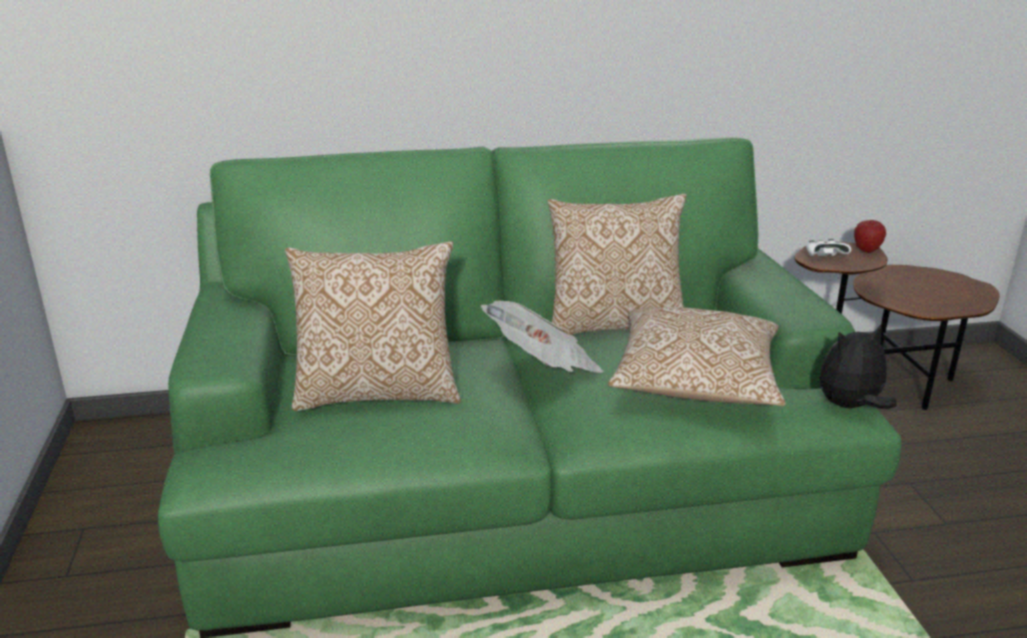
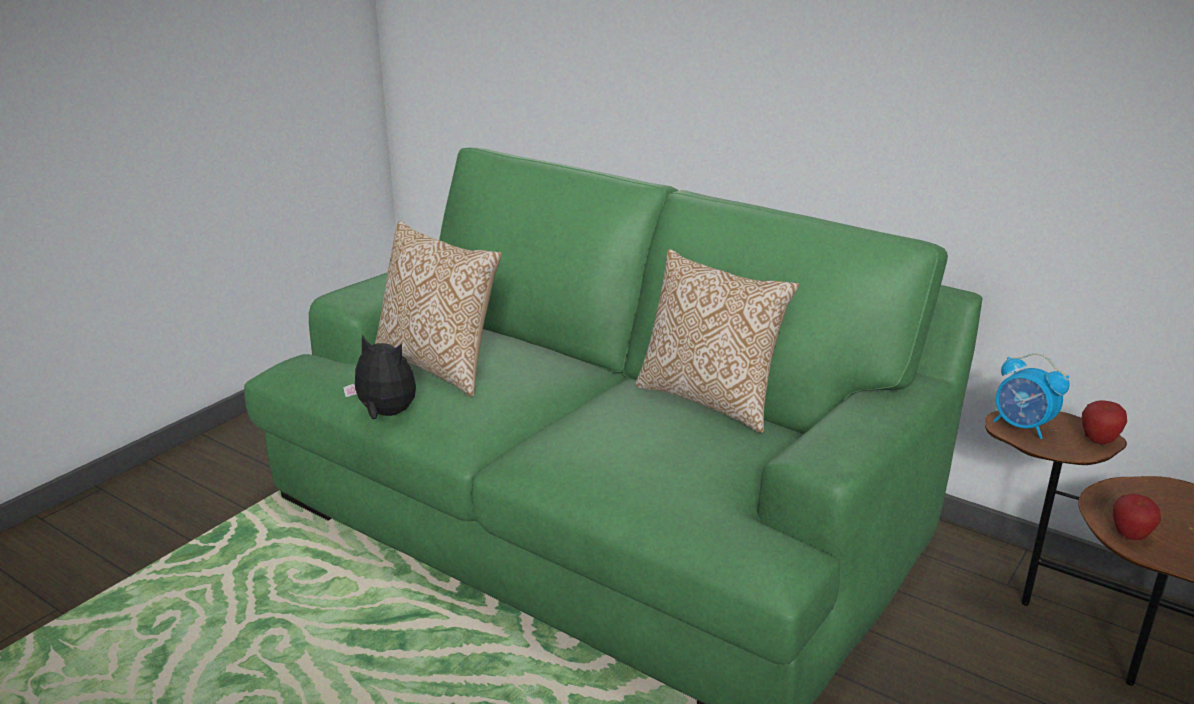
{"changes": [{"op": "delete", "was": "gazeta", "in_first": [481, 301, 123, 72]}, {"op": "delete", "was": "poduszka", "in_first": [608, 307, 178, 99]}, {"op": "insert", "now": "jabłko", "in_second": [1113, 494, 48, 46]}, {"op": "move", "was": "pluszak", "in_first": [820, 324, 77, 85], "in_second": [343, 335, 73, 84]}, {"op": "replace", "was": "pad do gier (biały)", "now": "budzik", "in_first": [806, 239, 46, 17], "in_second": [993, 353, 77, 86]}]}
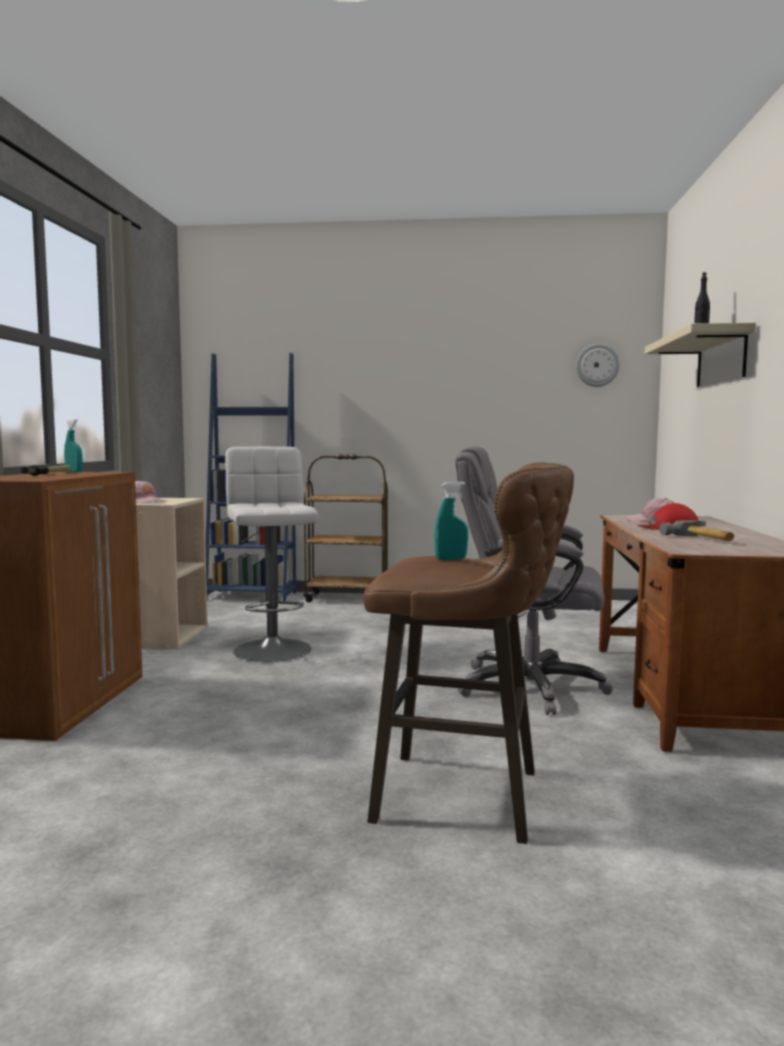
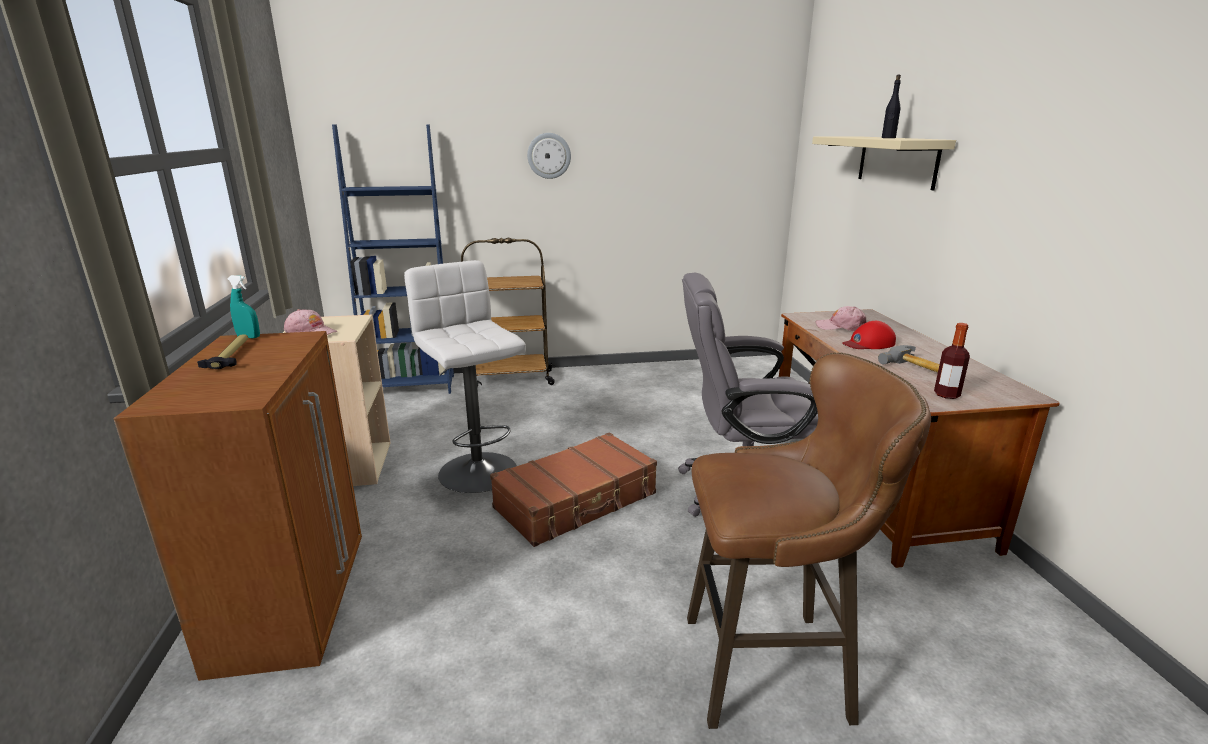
{"changes": [{"op": "delete", "was": "spryskiwacz (turkusowy)", "in_first": [434, 482, 34, 78]}, {"op": "insert", "now": "walizka (brązowy)", "in_second": [490, 432, 167, 115]}, {"op": "insert", "now": "butelka", "in_second": [934, 323, 36, 76]}, {"op": "move", "was": "zegar ścienny", "in_first": [576, 343, 44, 44], "in_second": [527, 133, 44, 46]}]}
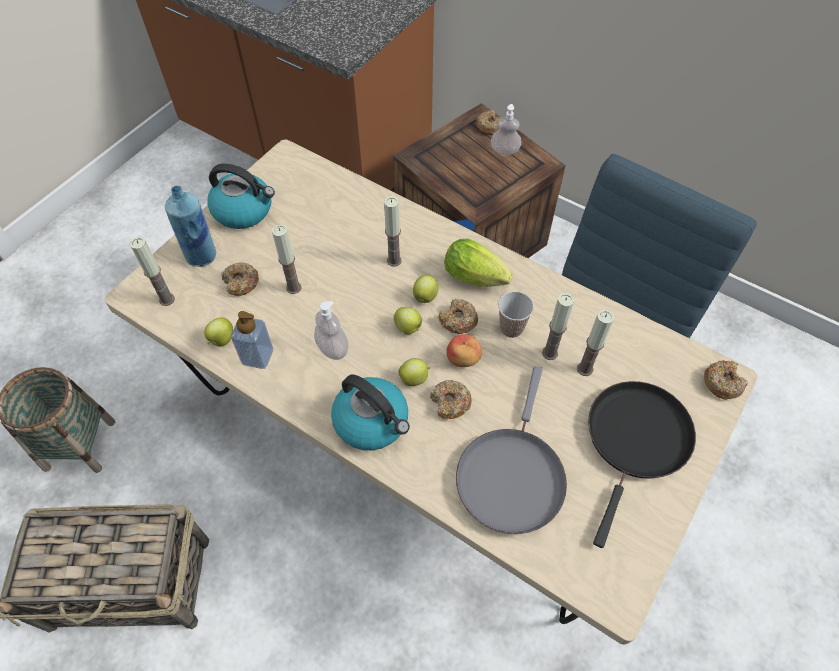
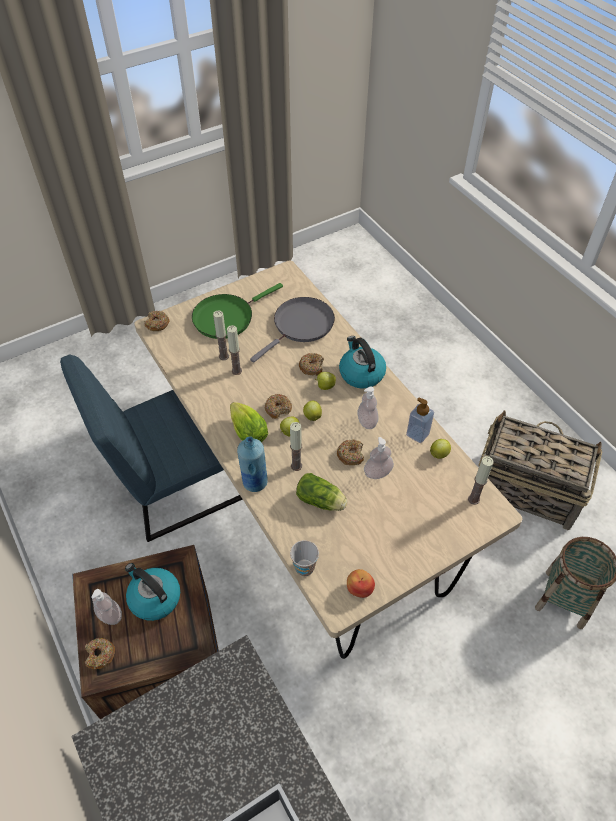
{"changes": [{"op": "insert", "now": "sałata", "in_second": [296, 473, 51, 38]}, {"op": "move", "was": "butelka (niebieski)", "in_first": [165, 186, 51, 81], "in_second": [237, 436, 31, 56]}, {"op": "move", "was": "czajnik", "in_first": [207, 164, 68, 65], "in_second": [125, 563, 55, 58]}, {"op": "move", "was": "donut", "in_first": [221, 262, 38, 34], "in_second": [337, 440, 27, 25]}, {"op": "move", "was": "jabłko", "in_first": [446, 334, 36, 33], "in_second": [347, 569, 28, 29]}, {"op": "move", "was": "filiżanka", "in_first": [498, 291, 36, 47], "in_second": [290, 540, 29, 36]}, {"op": "replace", "was": "świeca", "now": "dozownik mydła", "in_first": [272, 224, 30, 70], "in_second": [364, 437, 30, 42]}, {"op": "recolor", "was": "patelnia (czarny)", "now": "patelnia (zielony)", "in_first": [588, 381, 108, 167], "in_second": [192, 283, 91, 56]}]}
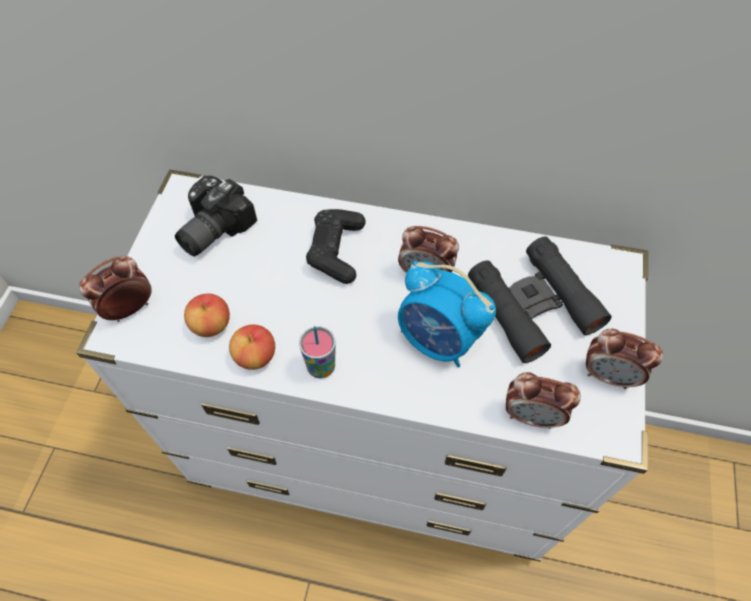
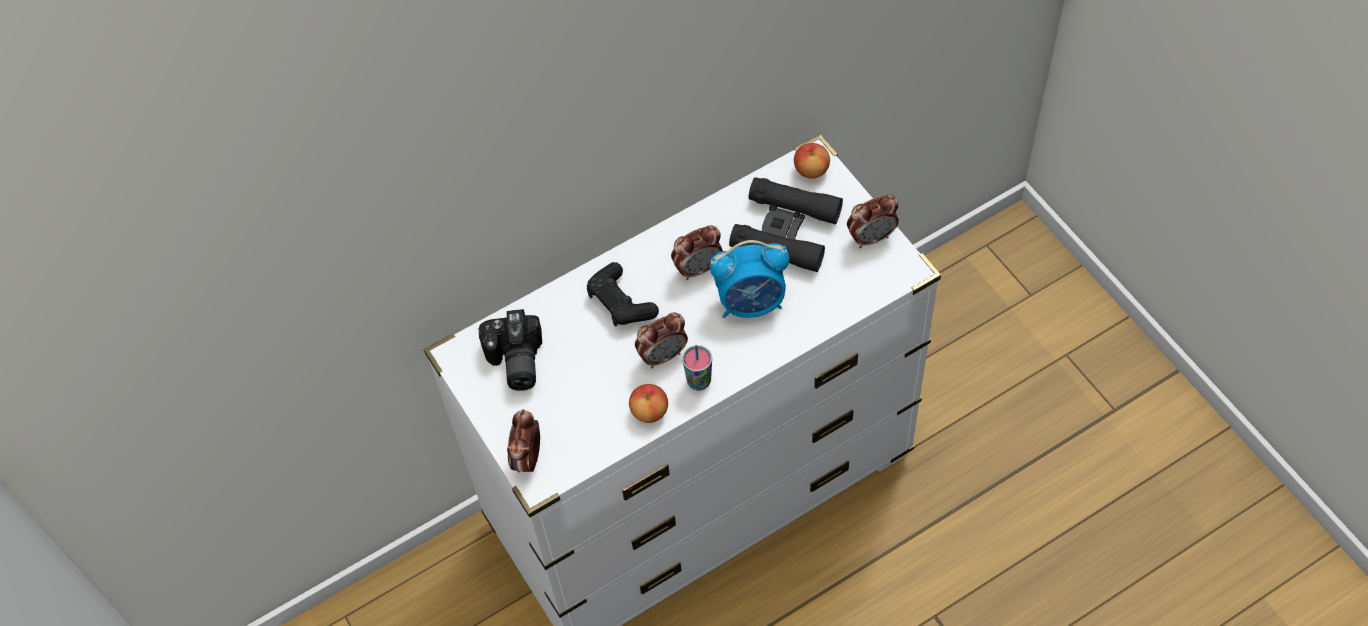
{"changes": [{"op": "move", "was": "jabłko", "in_first": [184, 294, 46, 43], "in_second": [794, 143, 36, 36]}, {"op": "move", "was": "budzik", "in_first": [506, 372, 75, 57], "in_second": [635, 313, 53, 55]}]}
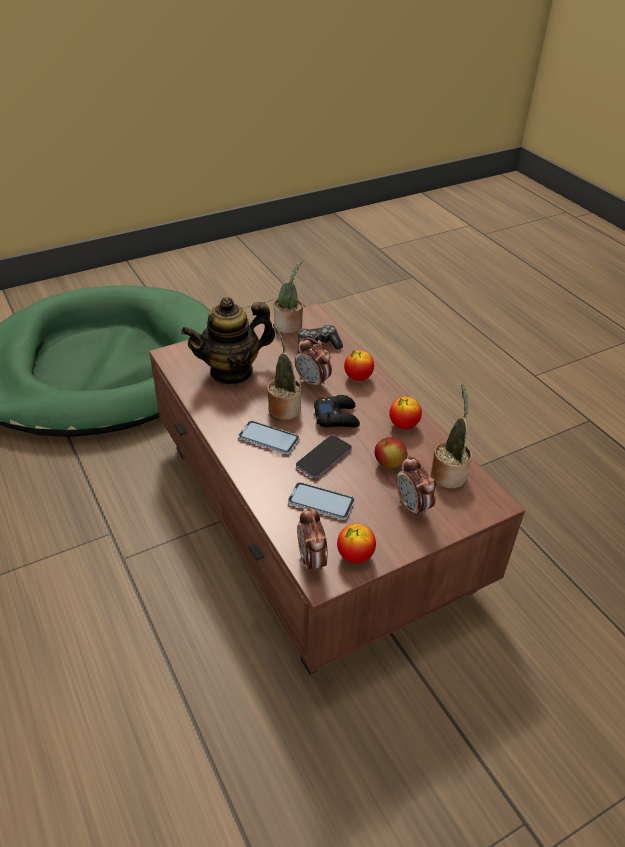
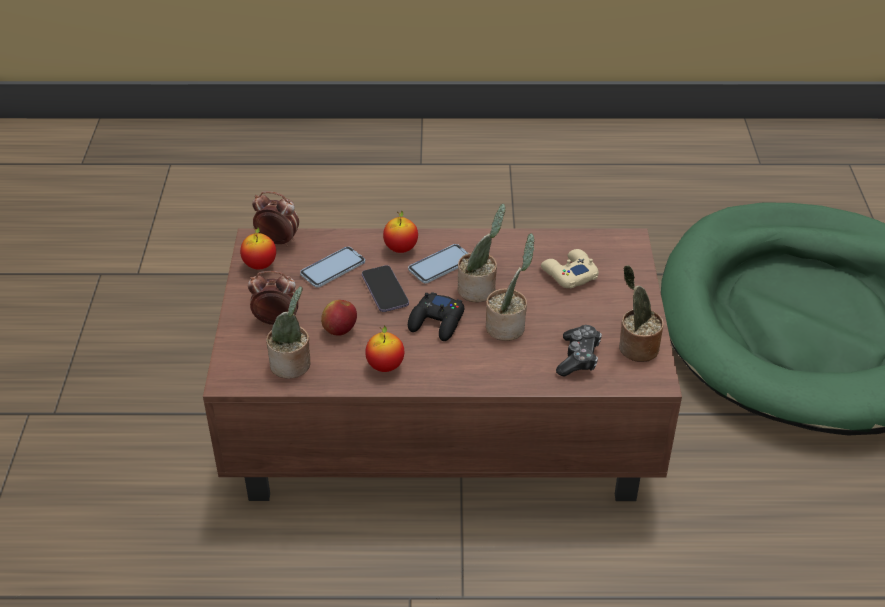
{"changes": [{"op": "move", "was": "jabłko", "in_first": [344, 350, 30, 31], "in_second": [383, 210, 35, 43]}, {"op": "replace", "was": "imbryk", "now": "pad do gier (beżowy)", "in_first": [181, 297, 94, 88], "in_second": [541, 249, 58, 40]}, {"op": "replace", "was": "budzik", "now": "roślina doniczkowa", "in_first": [295, 337, 37, 53], "in_second": [486, 233, 49, 108]}]}
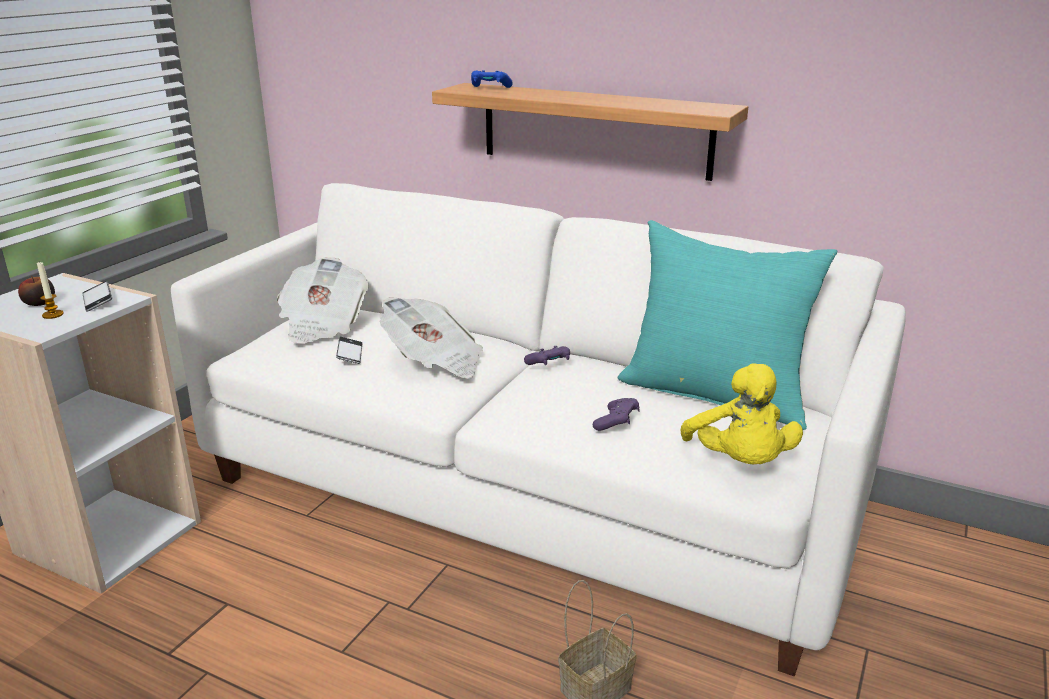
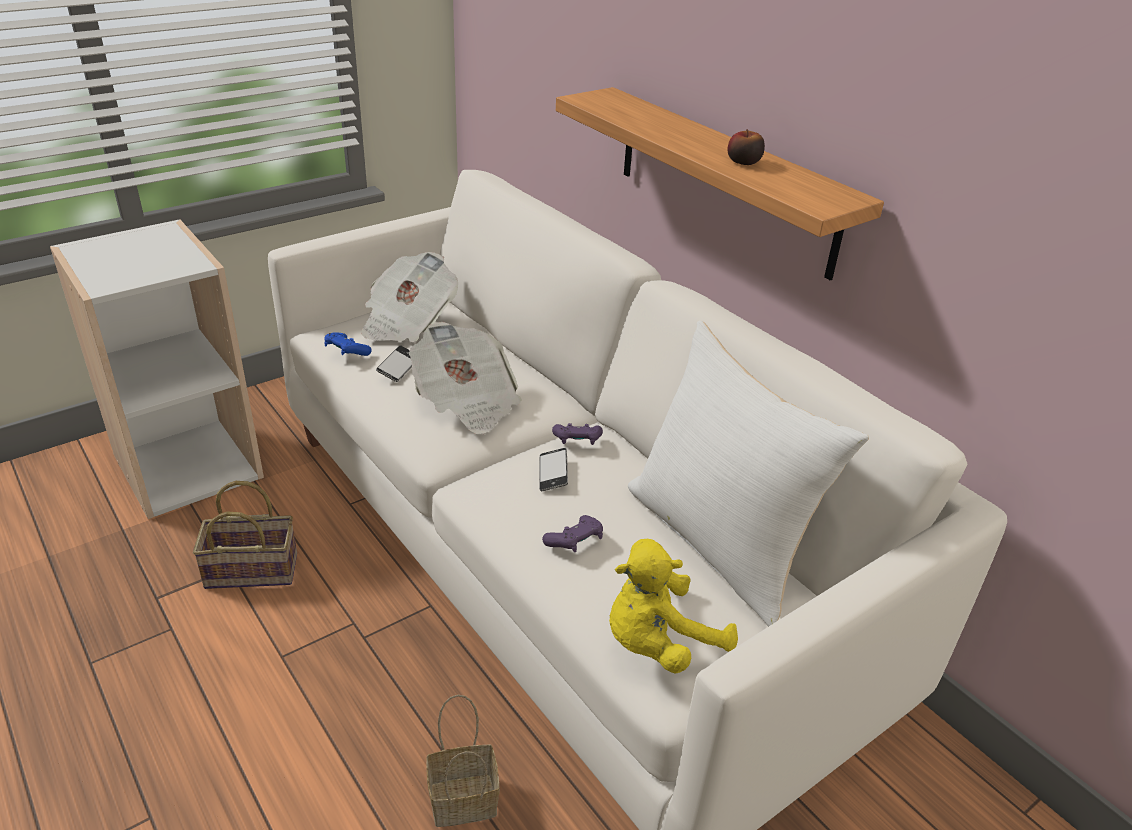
{"changes": [{"op": "delete", "was": "świeca", "in_first": [37, 261, 26, 58]}, {"op": "insert", "now": "koszyk", "in_second": [193, 481, 104, 108]}, {"op": "move", "was": "jabłko", "in_first": [18, 276, 37, 30], "in_second": [727, 129, 38, 36]}, {"op": "move", "was": "telefon", "in_first": [82, 281, 30, 31], "in_second": [540, 448, 28, 43]}, {"op": "move", "was": "pad do gier (niebieski)", "in_first": [471, 70, 42, 18], "in_second": [324, 332, 48, 24]}, {"op": "recolor", "was": "poduszka (turkusowy)", "now": "poduszka (biały)", "in_first": [618, 220, 219, 210], "in_second": [628, 321, 241, 306]}, {"op": "rotate", "was": "pluszak (żółty)", "in_first": [681, 364, 122, 100], "in_second": [609, 539, 129, 134], "clockwise": 45}]}
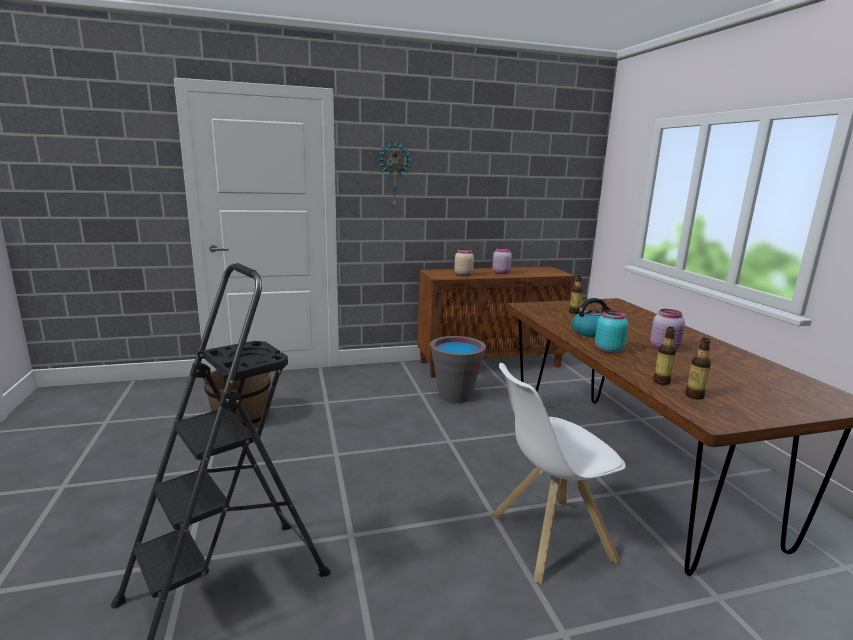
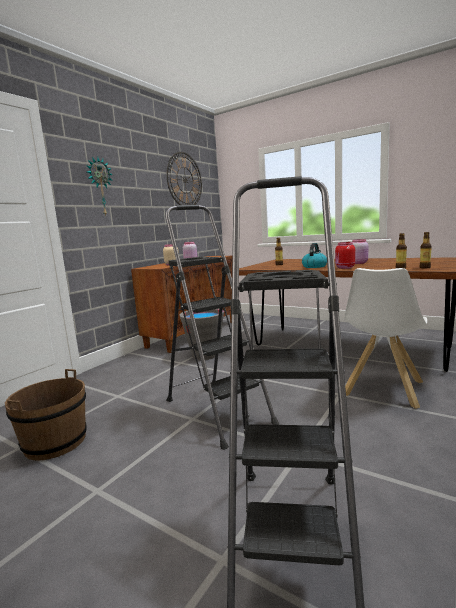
{"changes": [{"op": "insert", "now": "drabinka", "in_second": [166, 205, 113, 245]}, {"op": "insert", "now": "zegar ścienny", "in_second": [167, 152, 35, 53]}, {"op": "recolor", "was": "słoik (turkusowy)", "now": "słoik (czerwony)", "in_first": [595, 310, 33, 44], "in_second": [335, 242, 20, 27]}]}
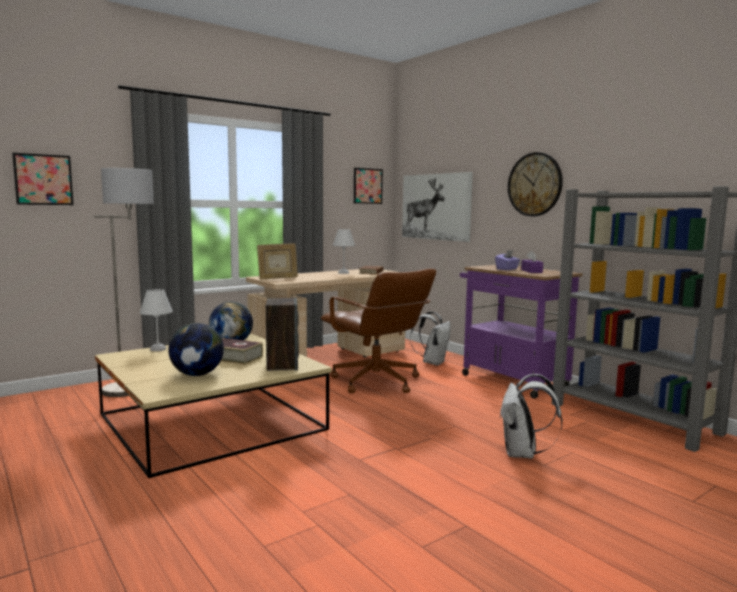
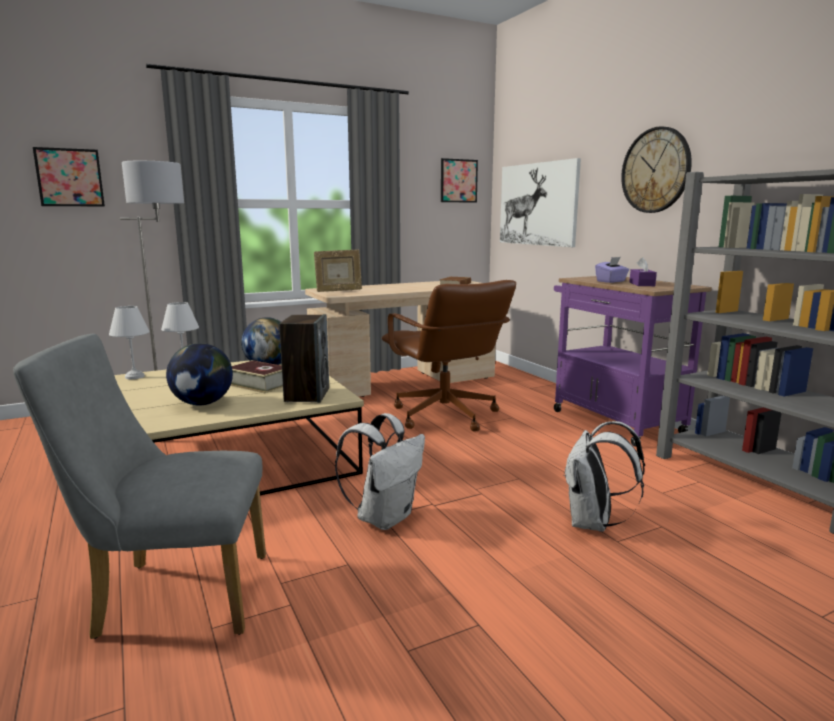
{"changes": [{"op": "insert", "now": "krzesło (szary)", "in_second": [13, 334, 253, 305]}, {"op": "move", "was": "lampa stołowa (biały)", "in_first": [333, 229, 22, 45], "in_second": [109, 306, 41, 73]}, {"op": "move", "was": "plecak (biały)", "in_first": [410, 311, 41, 55], "in_second": [335, 413, 90, 117]}]}
